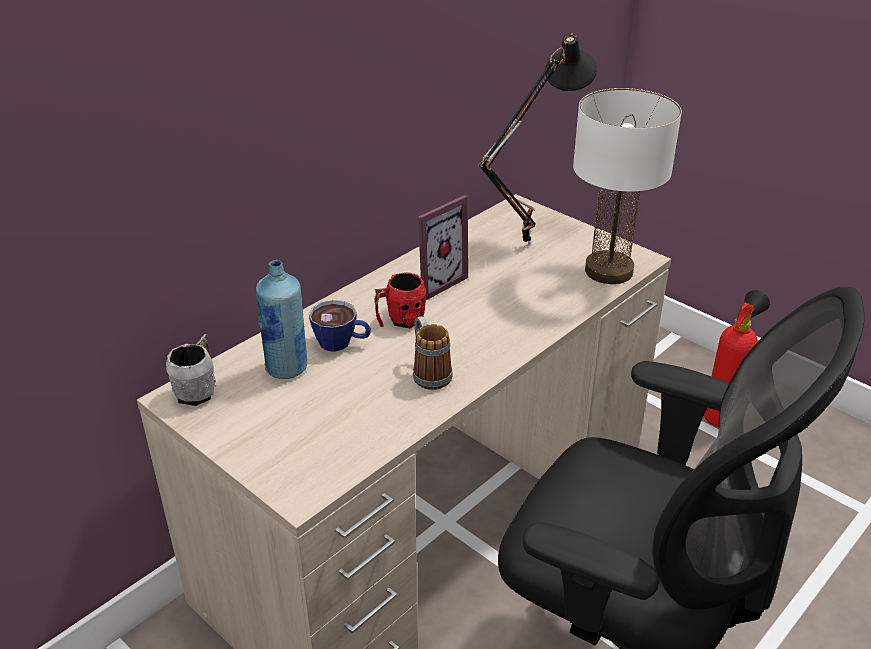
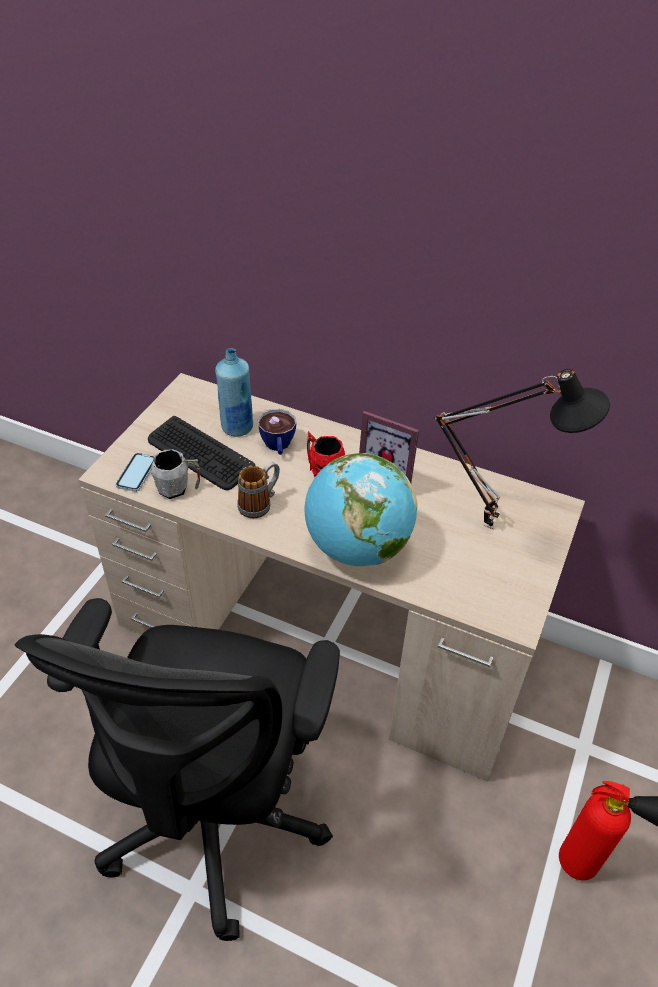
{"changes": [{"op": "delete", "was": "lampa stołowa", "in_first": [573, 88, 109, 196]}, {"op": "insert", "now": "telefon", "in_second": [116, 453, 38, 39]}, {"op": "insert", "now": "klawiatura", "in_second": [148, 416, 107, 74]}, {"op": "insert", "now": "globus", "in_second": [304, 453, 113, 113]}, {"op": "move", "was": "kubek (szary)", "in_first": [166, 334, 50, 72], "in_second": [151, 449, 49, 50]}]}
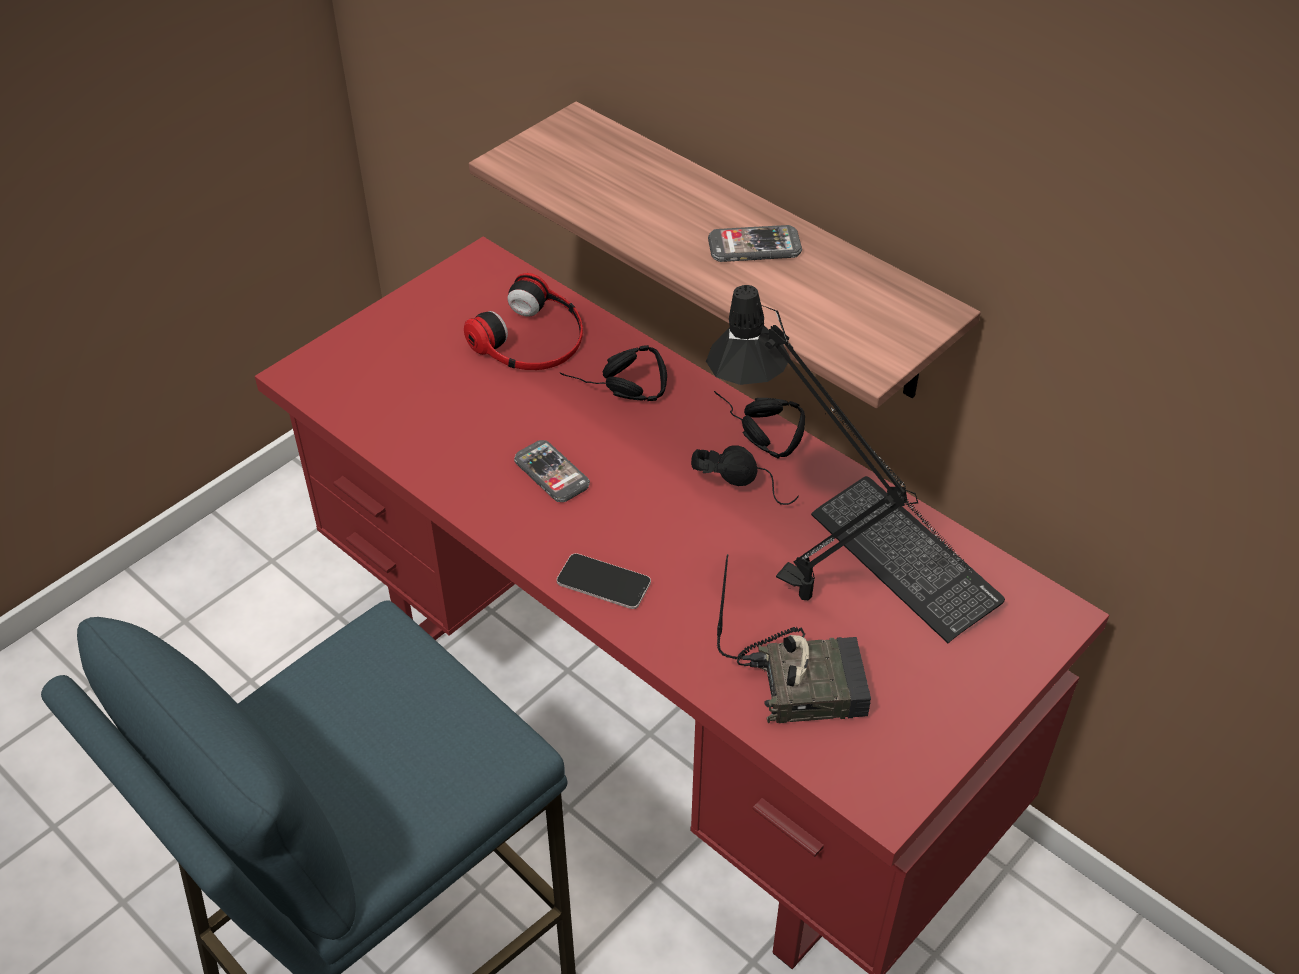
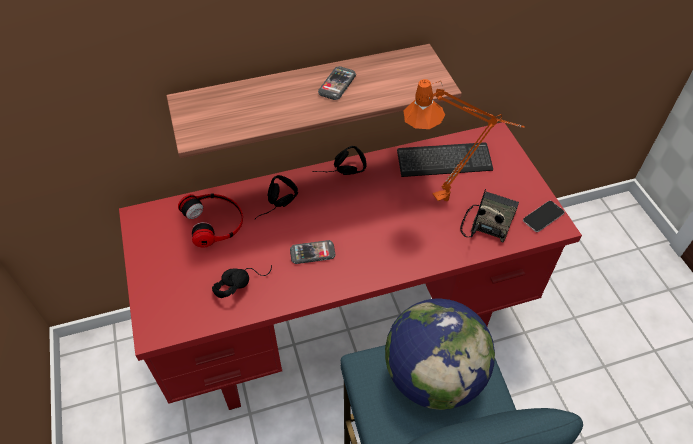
{"changes": [{"op": "insert", "now": "globus", "in_second": [385, 299, 110, 111]}, {"op": "move", "was": "telefon", "in_first": [557, 553, 94, 56], "in_second": [523, 201, 42, 31]}, {"op": "move", "was": "słuchawki (czarny)", "in_first": [691, 445, 108, 60], "in_second": [212, 265, 60, 33]}, {"op": "recolor", "was": "lampa stołowa (czarny)", "now": "lampa stołowa (pomarańczowy)", "in_first": [706, 285, 265, 315], "in_second": [403, 79, 122, 122]}]}
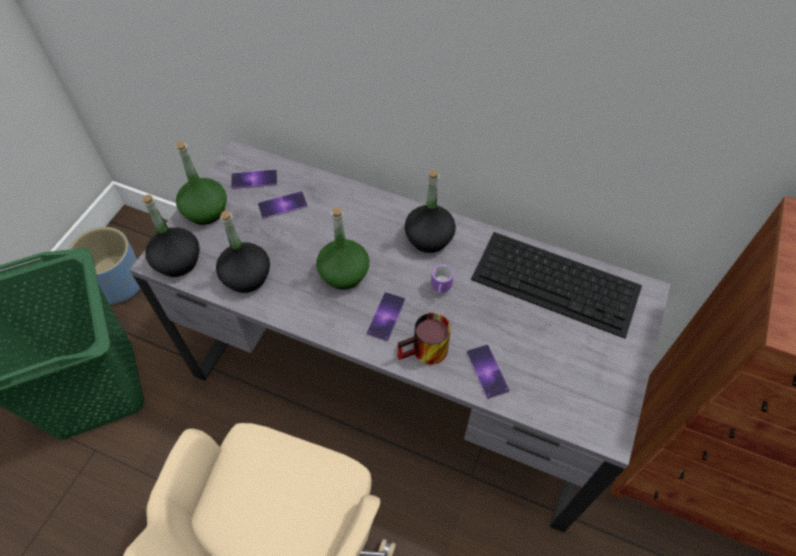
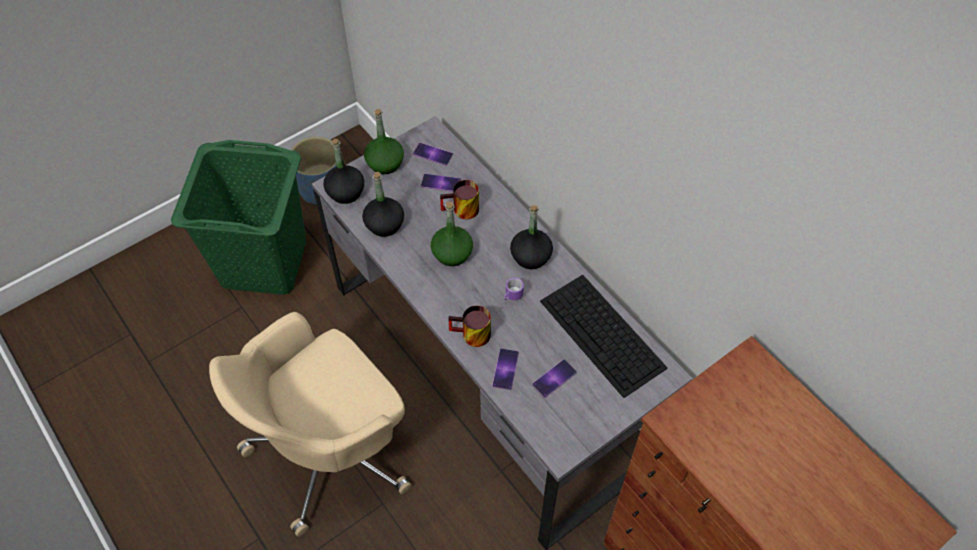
{"changes": [{"op": "insert", "now": "kubek", "in_second": [440, 180, 39, 39]}, {"op": "move", "was": "telefon", "in_first": [367, 292, 39, 49], "in_second": [532, 359, 45, 39]}]}
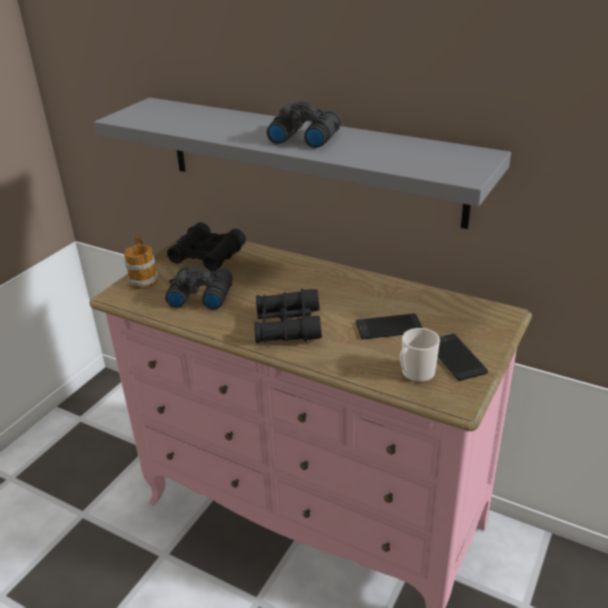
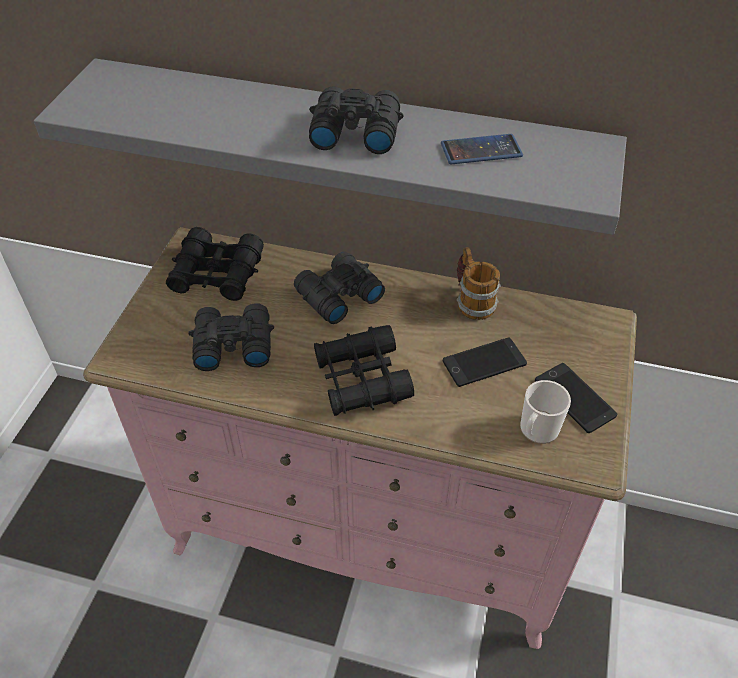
{"changes": [{"op": "insert", "now": "lornetka (czarny)", "in_second": [294, 251, 91, 73]}, {"op": "insert", "now": "telefon", "in_second": [441, 134, 82, 30]}, {"op": "move", "was": "kubek", "in_first": [124, 234, 34, 55], "in_second": [457, 247, 44, 73]}]}
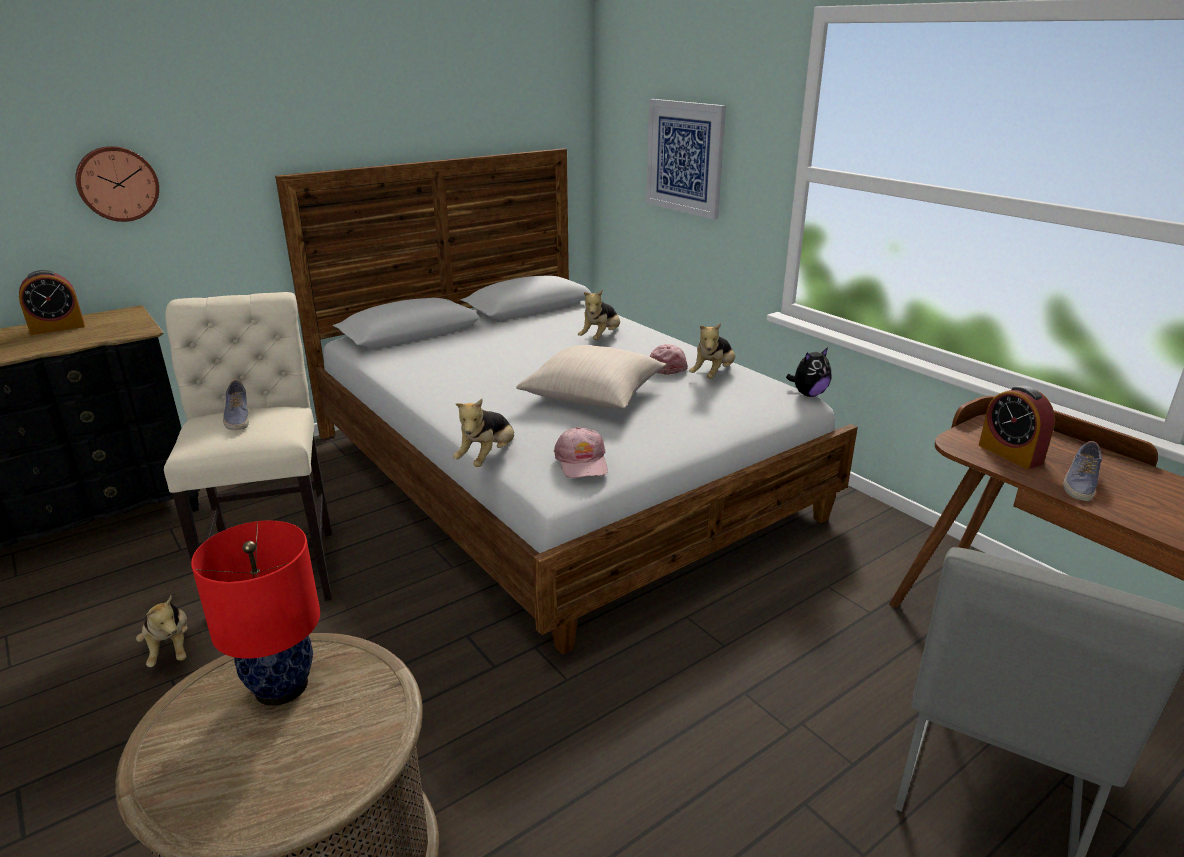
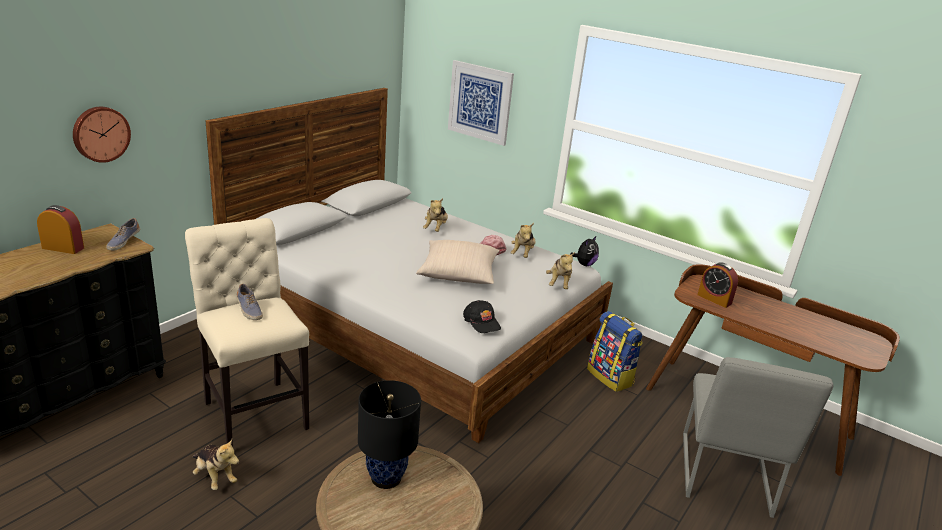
{"changes": [{"op": "insert", "now": "plecak", "in_second": [587, 311, 56, 81]}, {"op": "move", "was": "pluszak", "in_first": [453, 399, 61, 68], "in_second": [546, 252, 29, 37]}, {"op": "move", "was": "but", "in_first": [1063, 441, 39, 60], "in_second": [106, 218, 34, 32]}, {"op": "recolor", "was": "lampa stołowa (czerwony)", "now": "lampa stołowa (czarny)", "in_first": [191, 521, 129, 185], "in_second": [358, 380, 63, 109]}, {"op": "recolor", "was": "czapka z daszkiem (różowy)", "now": "czapka z daszkiem (czarny)", "in_first": [554, 427, 54, 51], "in_second": [463, 300, 38, 33]}, {"op": "rotate", "was": "budzik", "in_first": [19, 270, 66, 65], "in_second": [37, 205, 47, 49], "clockwise": -120}]}
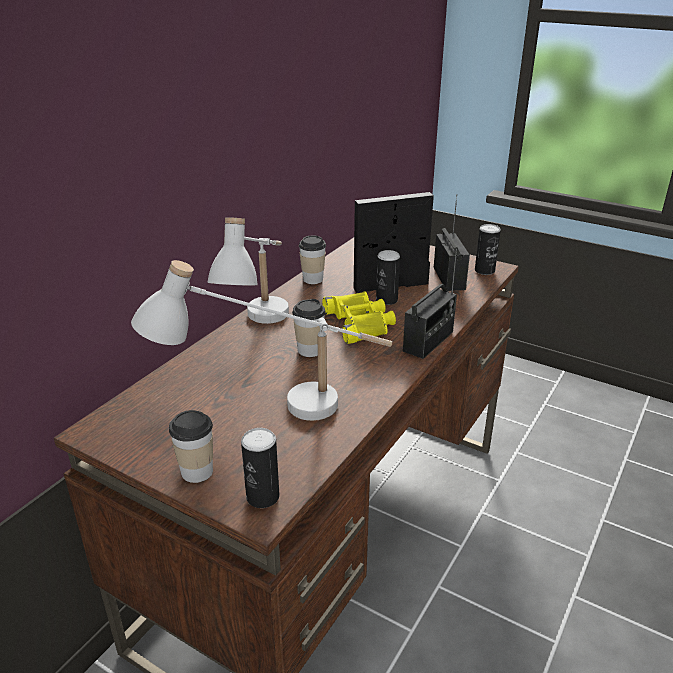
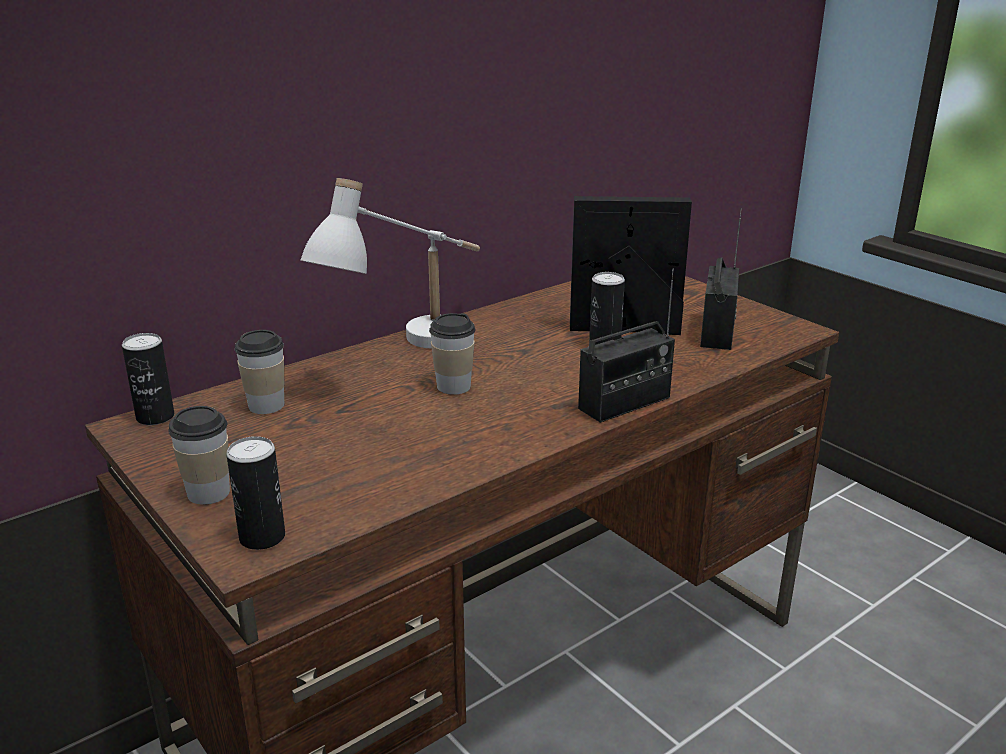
{"changes": [{"op": "delete", "was": "lampa stołowa (biały)", "in_first": [131, 260, 261, 161]}, {"op": "delete", "was": "lornetka (żółty)", "in_first": [322, 292, 74, 52]}, {"op": "move", "was": "filiżanka", "in_first": [299, 235, 27, 49], "in_second": [235, 330, 49, 84]}, {"op": "move", "was": "puszka", "in_first": [475, 224, 26, 51], "in_second": [122, 333, 53, 92]}]}
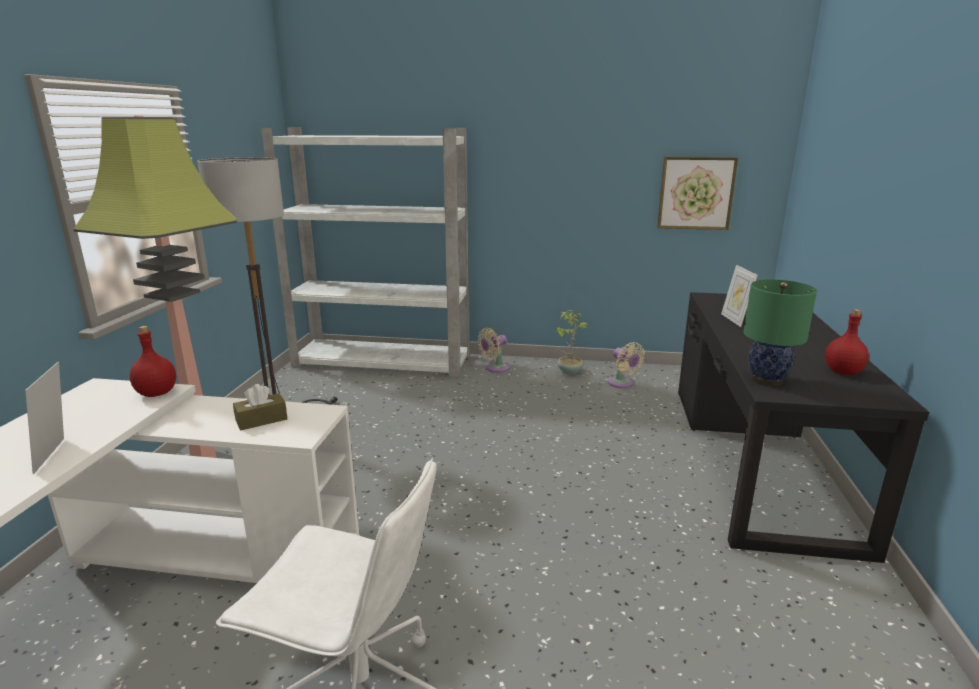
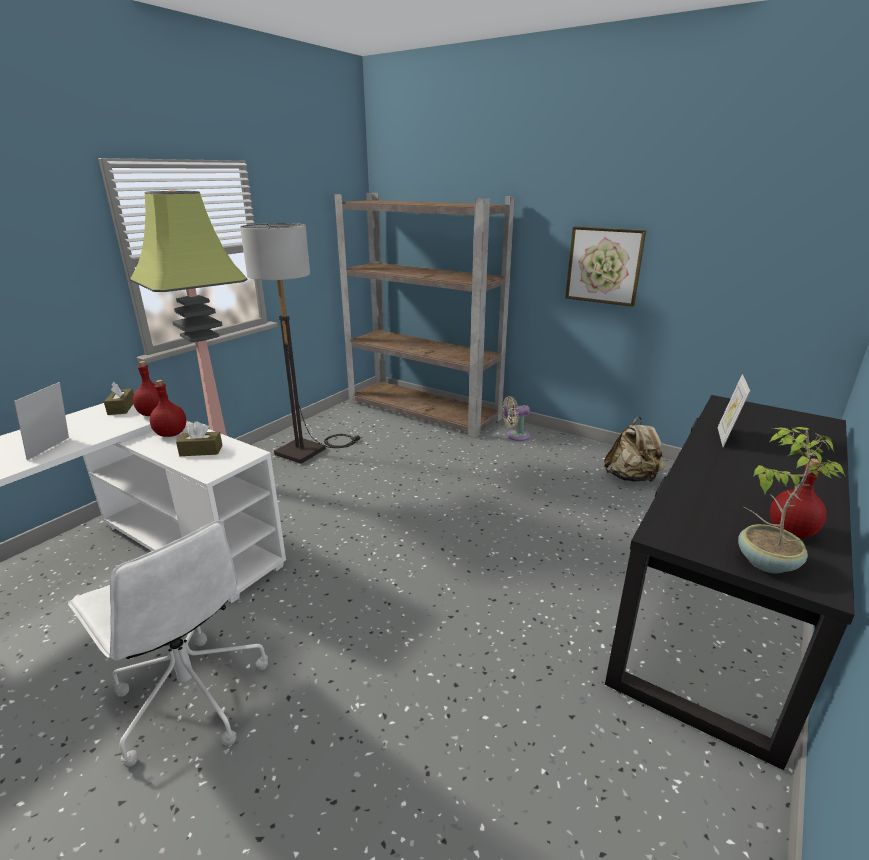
{"changes": [{"op": "delete", "was": "lampa stołowa (zielony)", "in_first": [743, 280, 74, 106]}, {"op": "insert", "now": "pudełko chusteczek (brązowy)", "in_second": [104, 382, 30, 33]}, {"op": "insert", "now": "butelka (czerwony)", "in_second": [150, 380, 36, 57]}, {"op": "move", "was": "roślina doniczkowa", "in_first": [557, 310, 31, 64], "in_second": [738, 427, 107, 146]}, {"op": "move", "was": "obraz", "in_first": [657, 157, 81, 73], "in_second": [565, 226, 81, 81]}, {"op": "replace", "was": "wentylator (beżowy)", "now": "plecak (beżowy)", "in_first": [608, 342, 37, 46], "in_second": [604, 417, 61, 65]}, {"op": "recolor", "was": "regał (biały)", "now": "regał (brązowy)", "in_first": [261, 127, 208, 251], "in_second": [334, 193, 181, 245]}]}
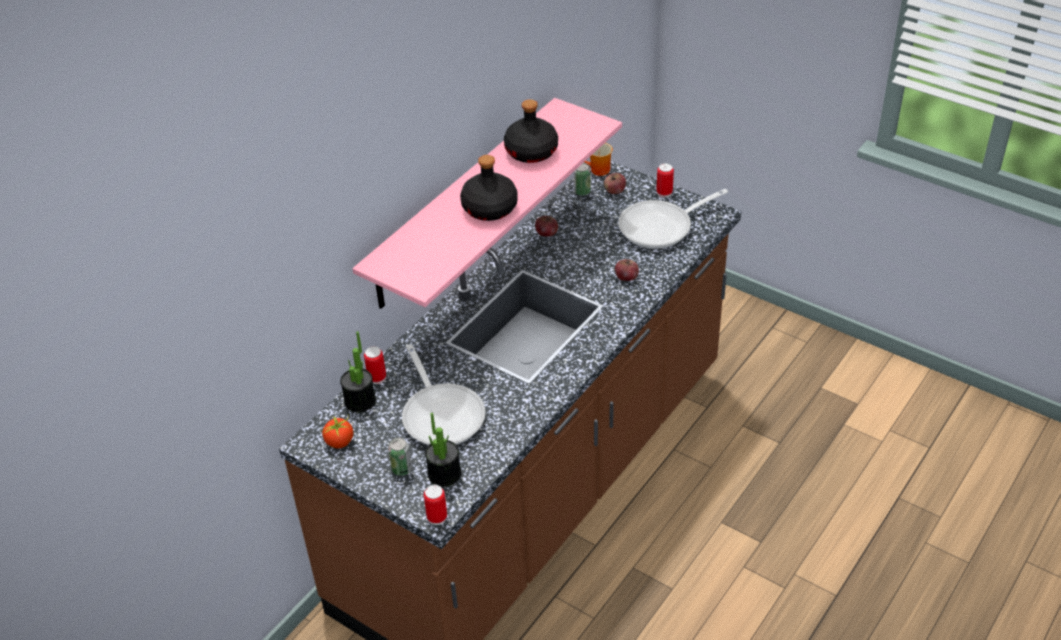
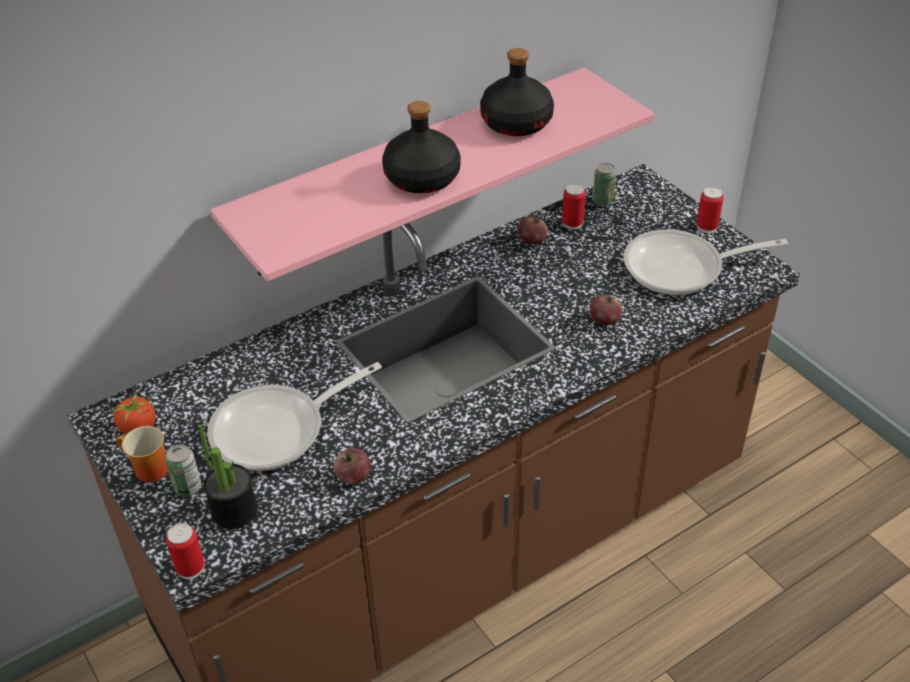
{"changes": [{"op": "delete", "was": "roślina doniczkowa", "in_first": [340, 331, 36, 81]}, {"op": "move", "was": "puszka", "in_first": [364, 346, 22, 38], "in_second": [562, 184, 24, 46]}, {"op": "move", "was": "kubek", "in_first": [584, 143, 29, 33], "in_second": [116, 426, 52, 56]}, {"op": "move", "was": "jabłko", "in_first": [604, 173, 22, 21], "in_second": [334, 448, 37, 36]}, {"op": "rotate", "was": "patelnia", "in_first": [402, 344, 84, 101], "in_second": [207, 362, 175, 109], "clockwise": 60}]}
